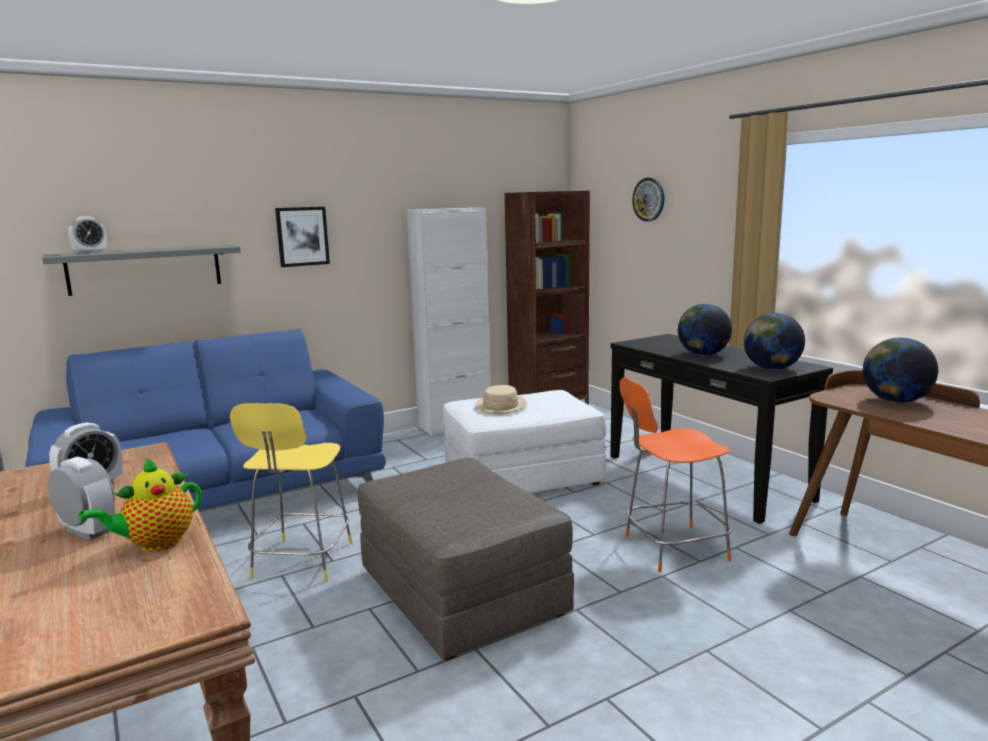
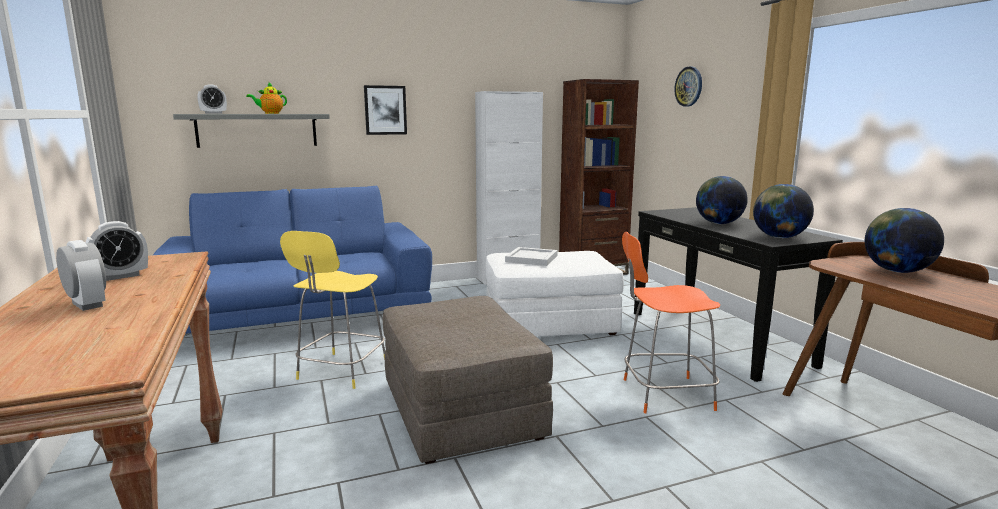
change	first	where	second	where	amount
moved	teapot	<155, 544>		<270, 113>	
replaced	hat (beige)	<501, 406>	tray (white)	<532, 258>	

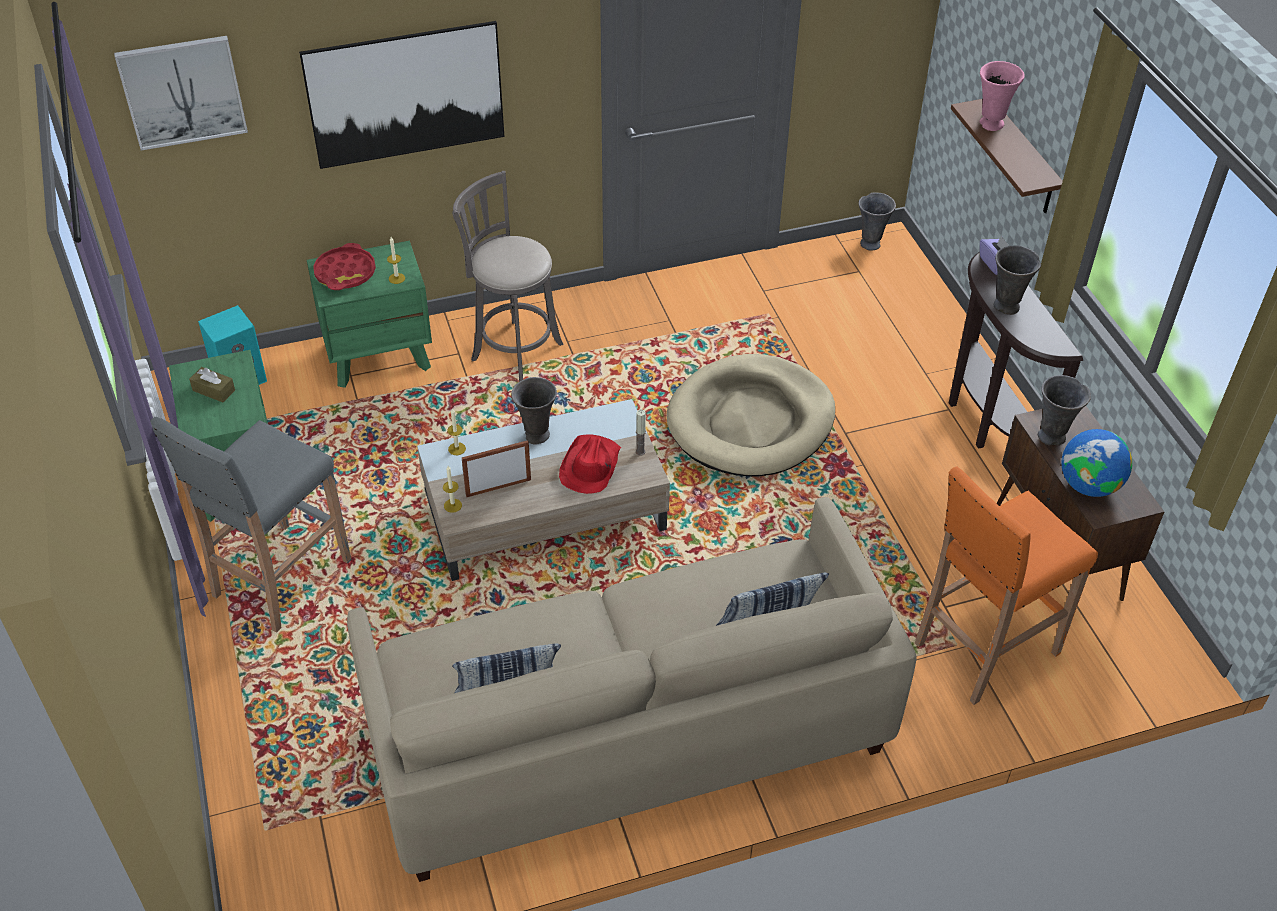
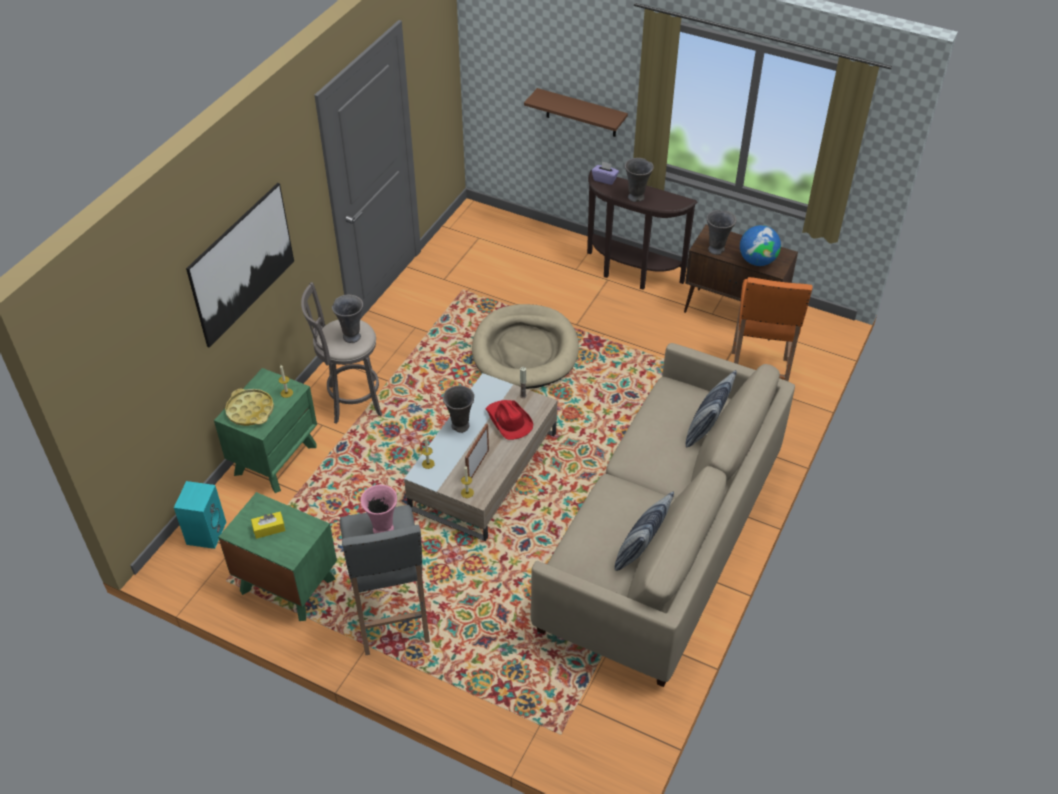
change	first	where	second	where	amount
recoloured	tray (red)	<345, 273>	tray (yellow)	<250, 411>	
recoloured	tissue box (brown)	<214, 390>	tissue box (yellow)	<269, 529>	
moved	vase (grey)	<871, 243>		<352, 336>	
moved	vase (pink)	<991, 124>		<383, 530>	
removed	picture	<182, 91>			

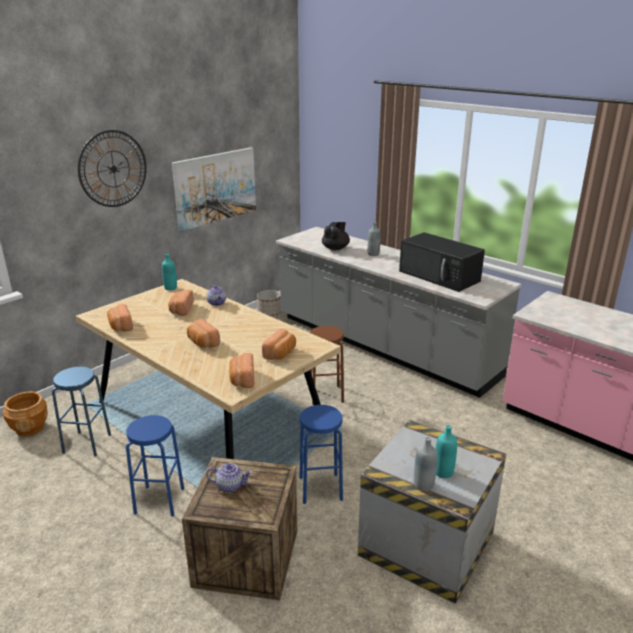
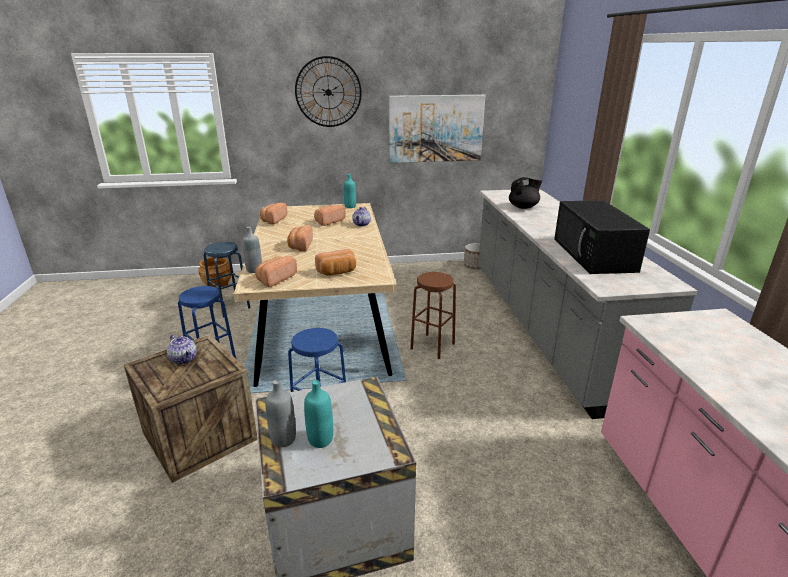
change	first	where	second	where	amount
moved	bottle (grey)	<373, 254>		<254, 270>	

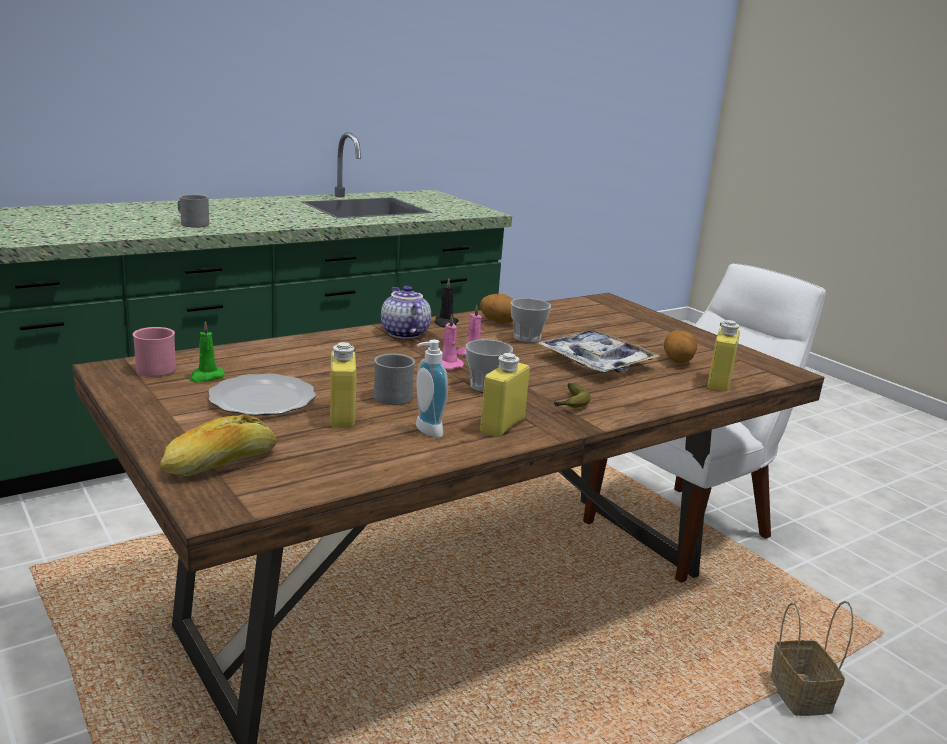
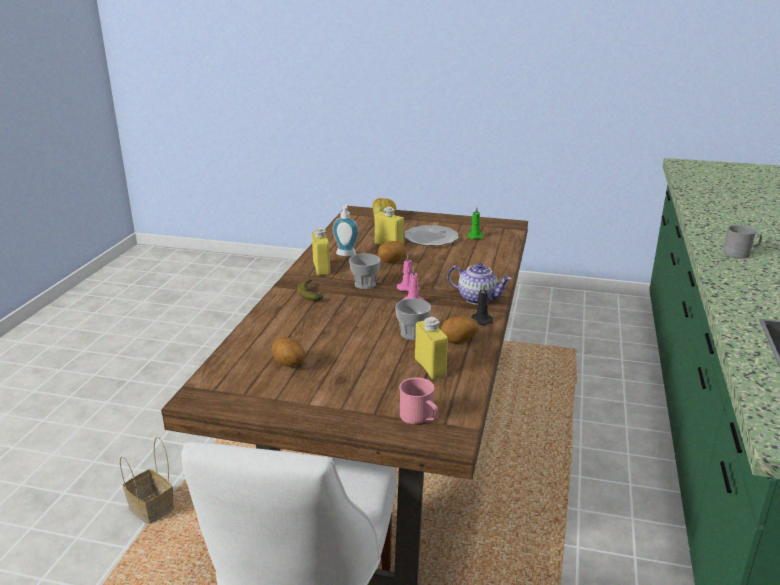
change	first	where	second	where	amount
replaced	mug (grey)	<395, 395>	potato	<391, 262>	
moved	mug (pink)	<158, 367>		<420, 418>	
moved	bottle (yellow)	<719, 382>		<430, 367>	
removed	tray	<596, 362>			

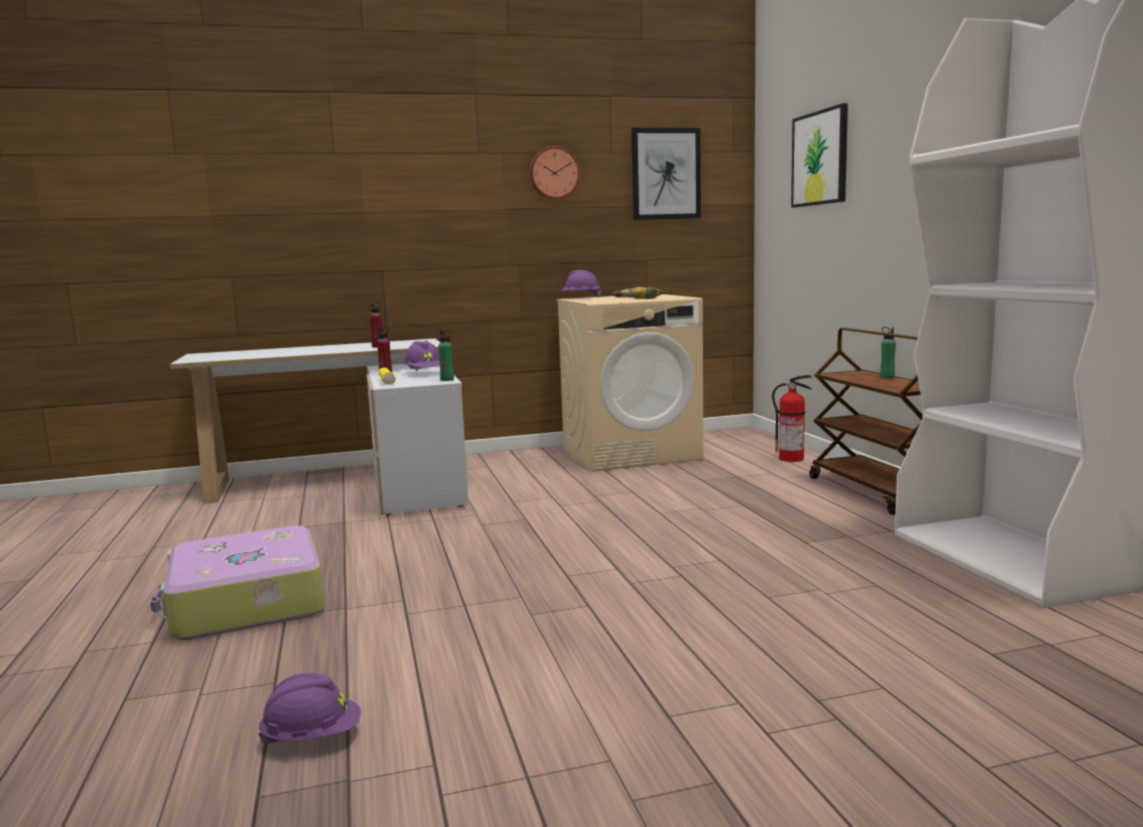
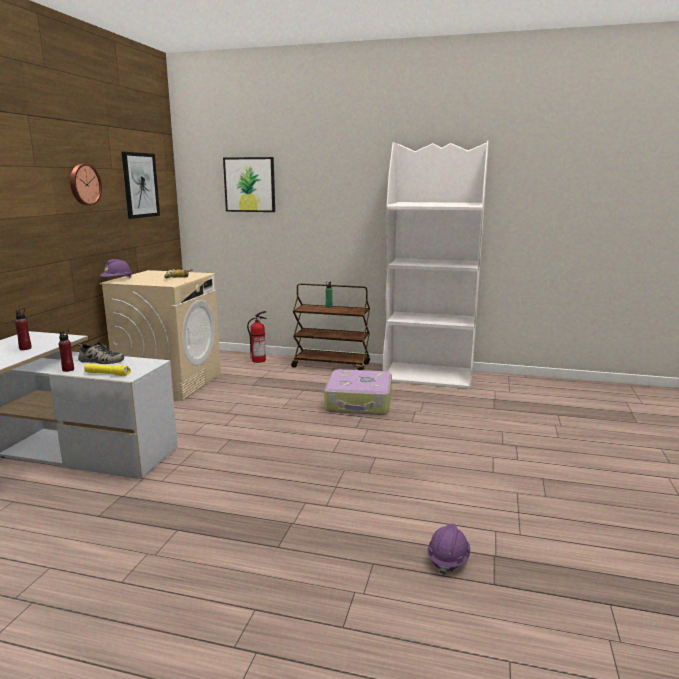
change	first	where	second	where	amount
replaced	hard hat (purple)	<424, 373>	shoe	<100, 361>	
moved	suitcase	<246, 604>		<359, 402>	
removed	bottle (green)	<447, 380>			

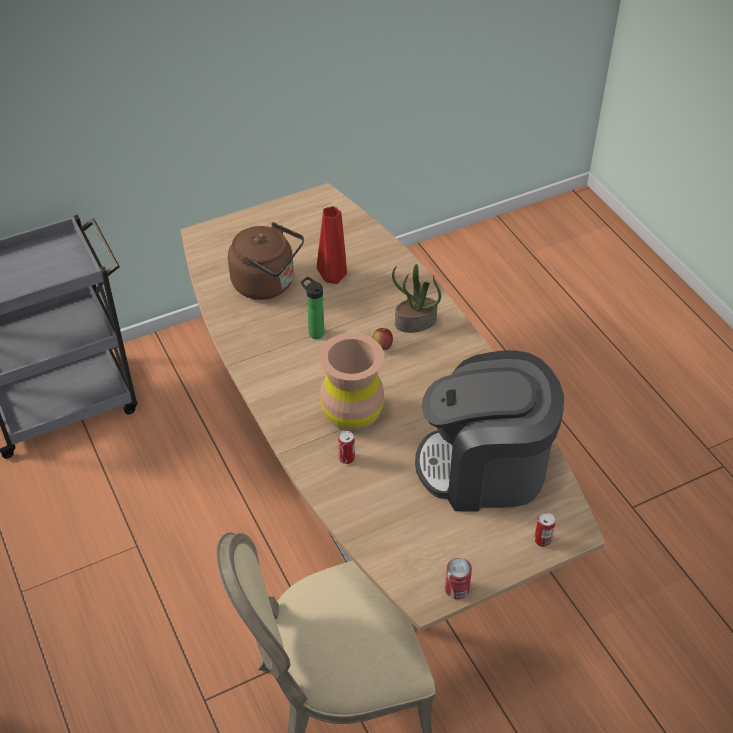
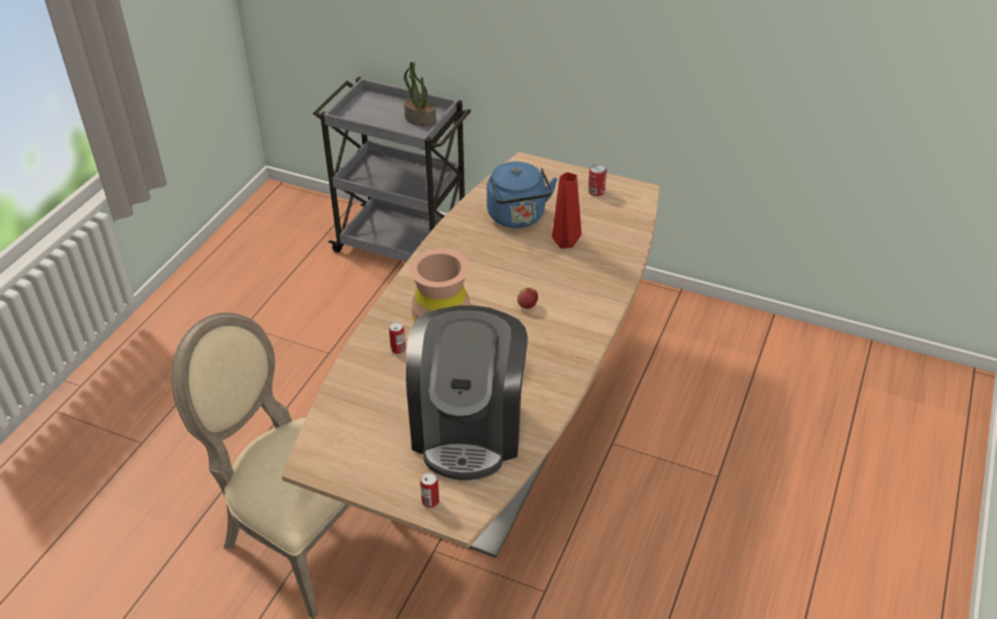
change	first	where	second	where	amount
moved	potted plant	<415, 323>		<419, 120>	
turned	coffee machine	<485, 468>		<468, 428>	135 degrees counterclockwise
recoloured	kettle (brown)	<267, 284>	kettle (blue)	<518, 217>	
moved	can	<456, 589>		<596, 191>	
removed	bottle	<314, 332>			

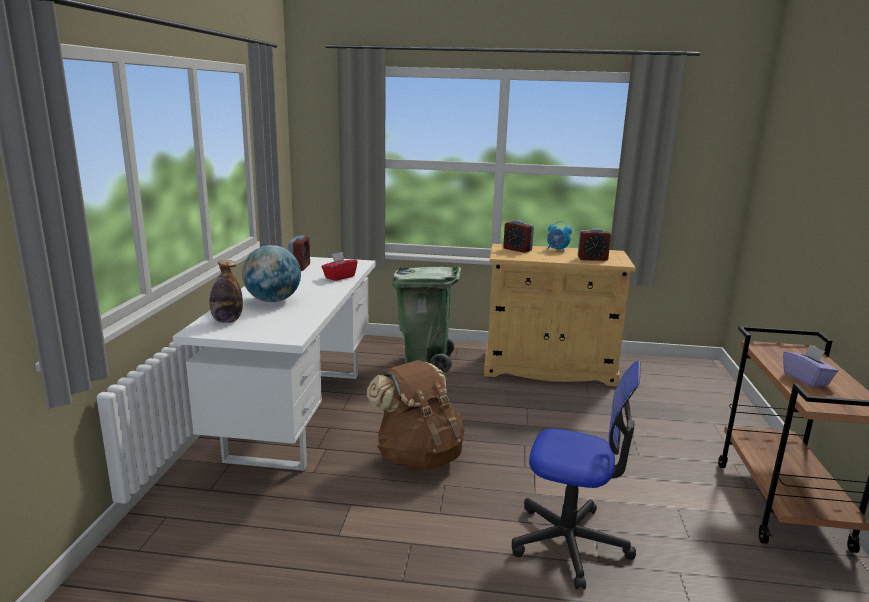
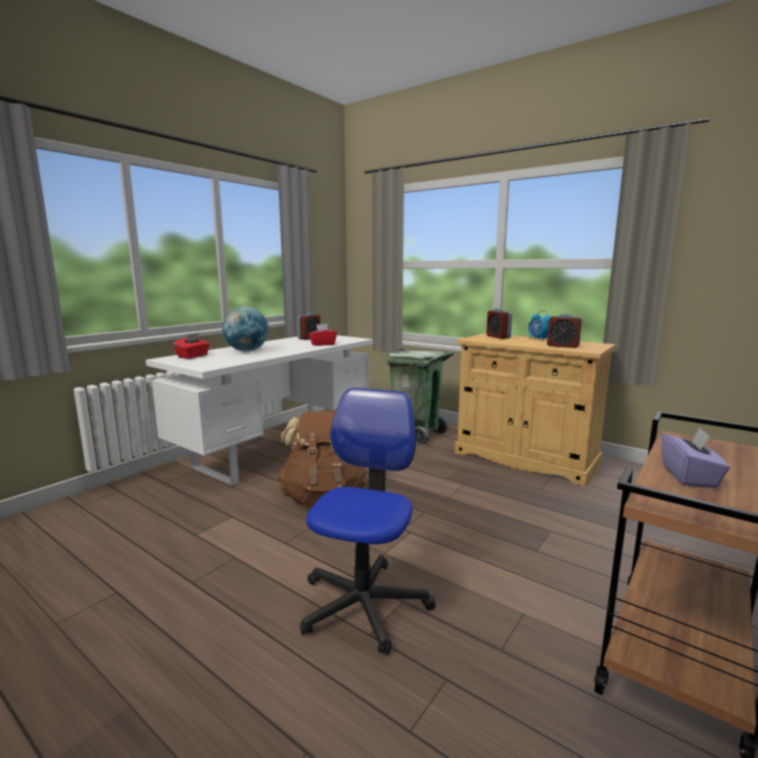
change	first	where	second	where	amount
replaced	bottle	<227, 321>	tissue box (red)	<193, 356>	
turned	office chair	<569, 543>		<363, 605>	120 degrees counterclockwise

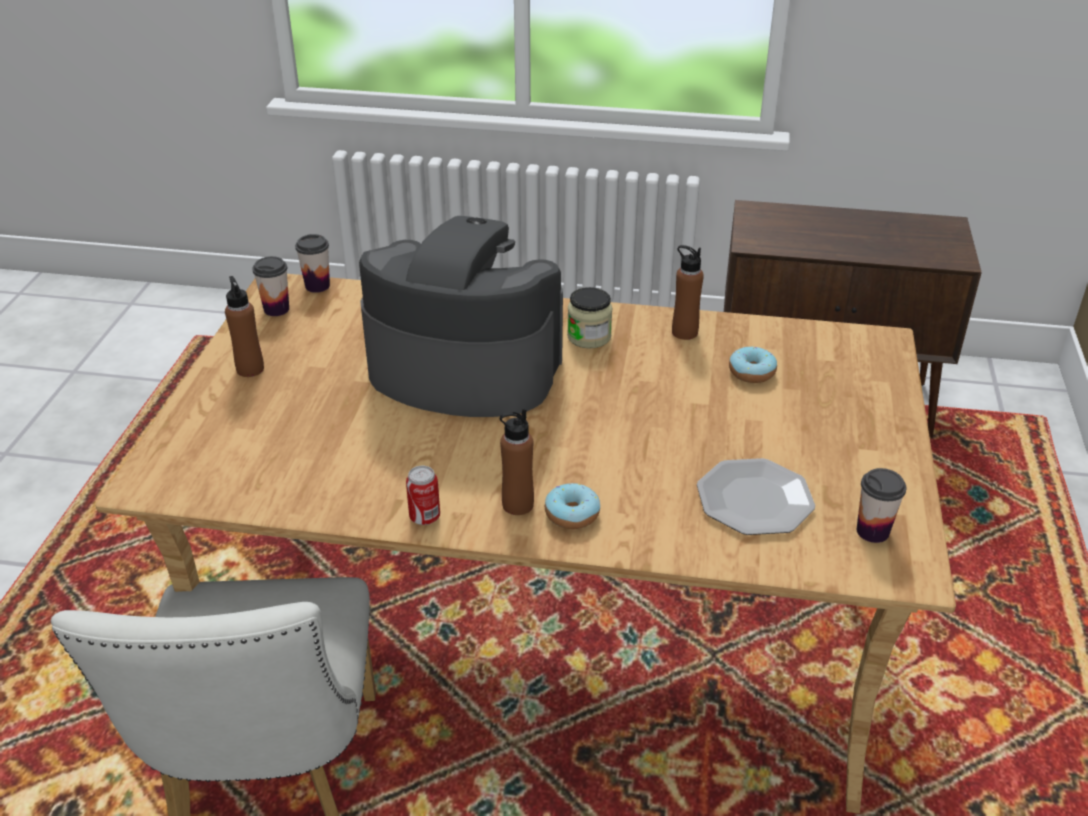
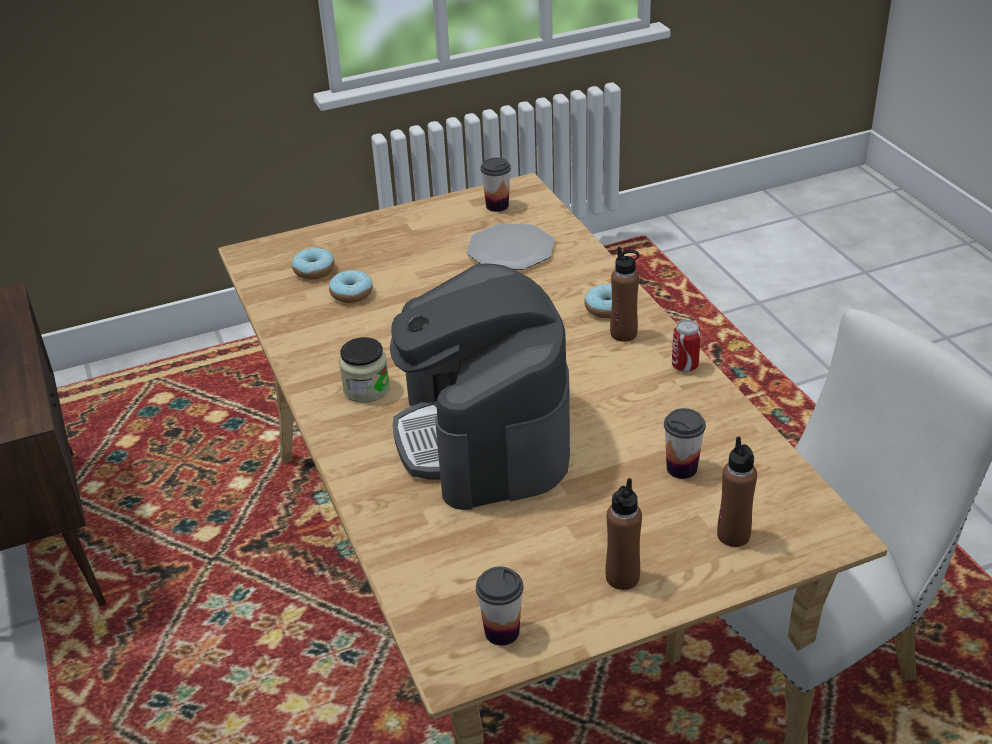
change	first	where	second	where	amount
added			donut	<314, 271>	
moved	cup	<317, 286>		<681, 468>	
moved	bottle (brown)	<684, 332>		<733, 535>	

